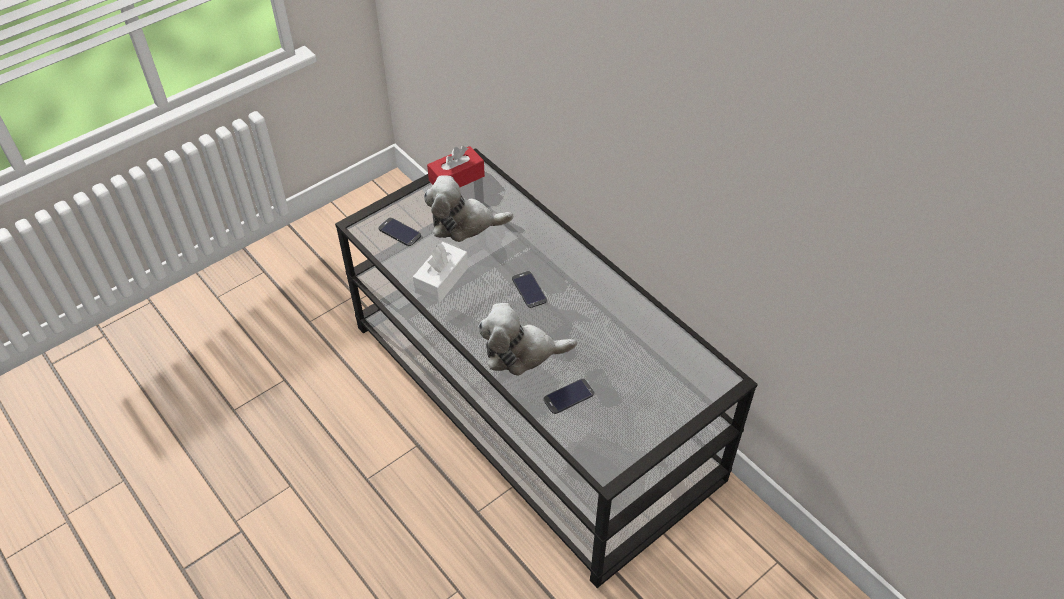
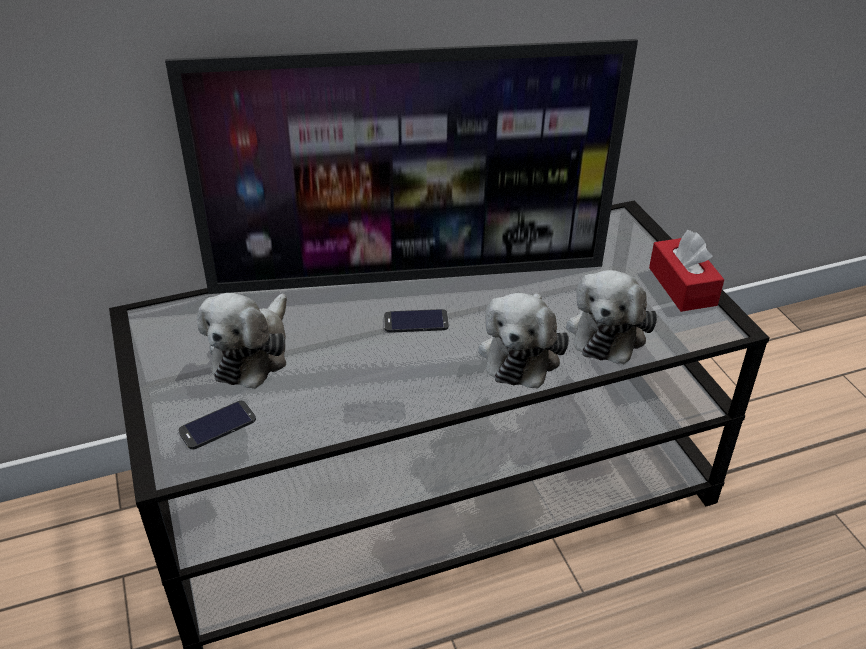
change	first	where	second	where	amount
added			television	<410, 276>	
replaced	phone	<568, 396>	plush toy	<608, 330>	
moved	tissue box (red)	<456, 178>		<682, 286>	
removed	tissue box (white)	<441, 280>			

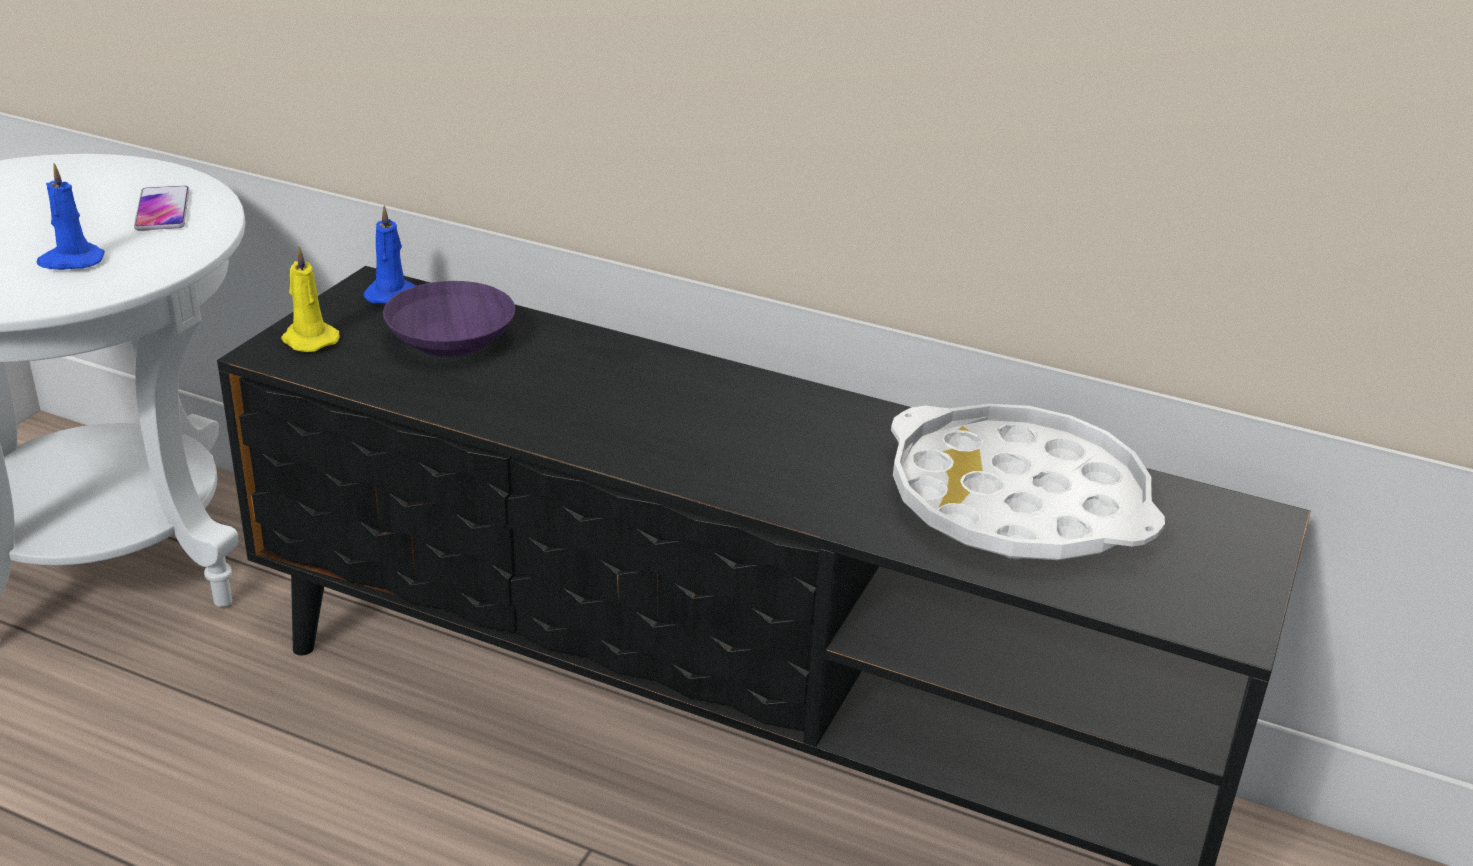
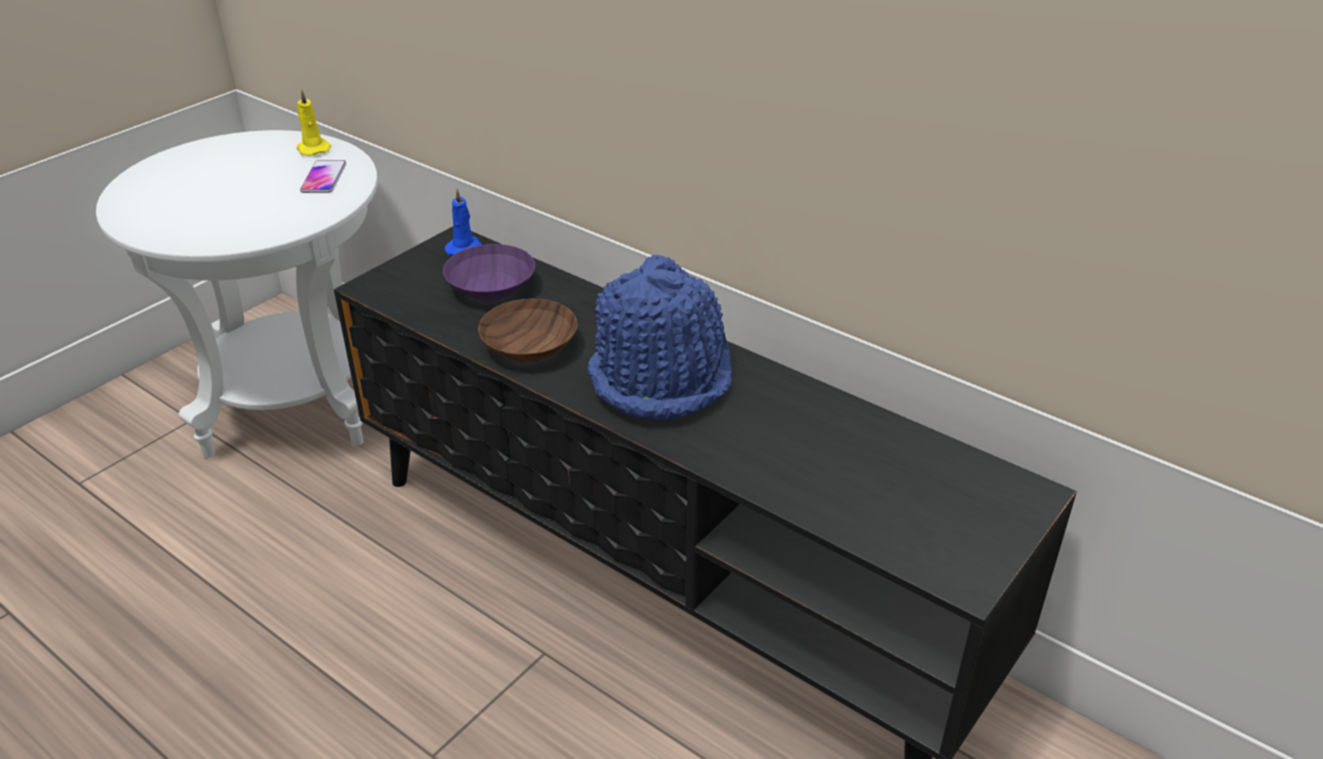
change	first	where	second	where	amount
moved	candle (yellow)	<308, 339>		<313, 149>	
added			bowl (brown)	<528, 348>	
added			hat (blue)	<662, 374>	
removed	candle (blue)	<70, 261>			
removed	tray (white)	<1017, 502>			

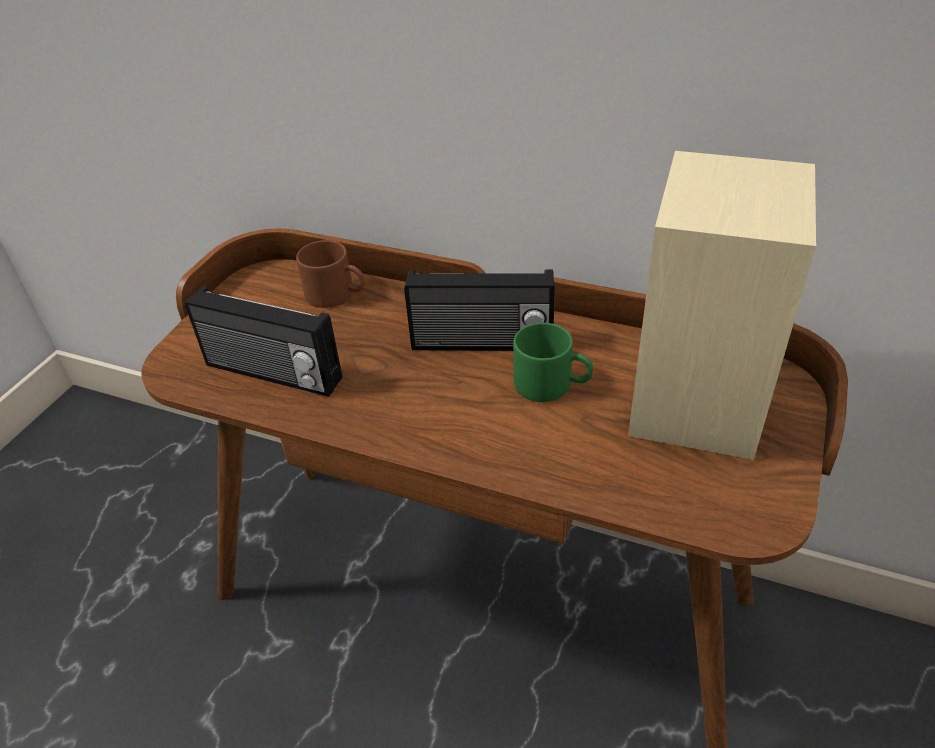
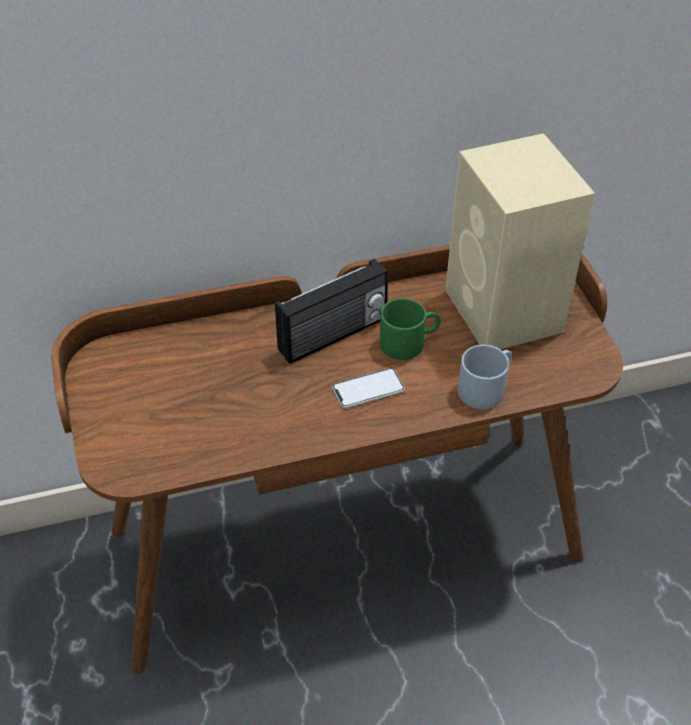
change	first	where	second	where	amount
added			phone	<368, 389>	
added			mug (grey)	<485, 387>	
removed	radio	<272, 374>			
removed	mug (brown)	<337, 294>			

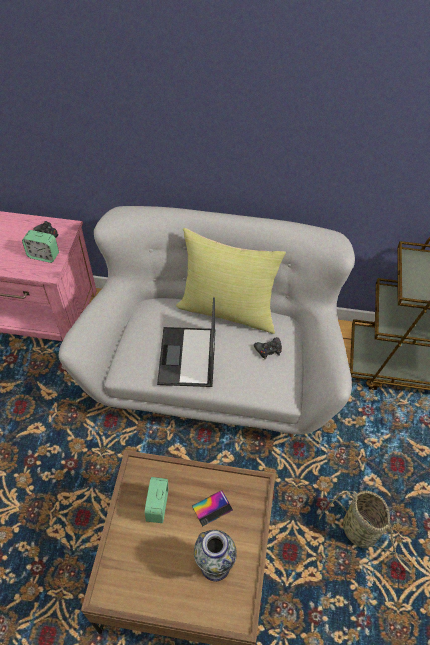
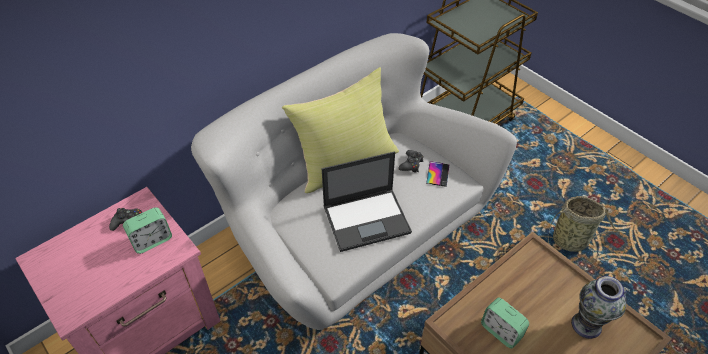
change	first	where	second	where	amount
turned	laptop	<187, 358>		<367, 219>	60 degrees counterclockwise
moved	phone	<212, 508>		<438, 174>	

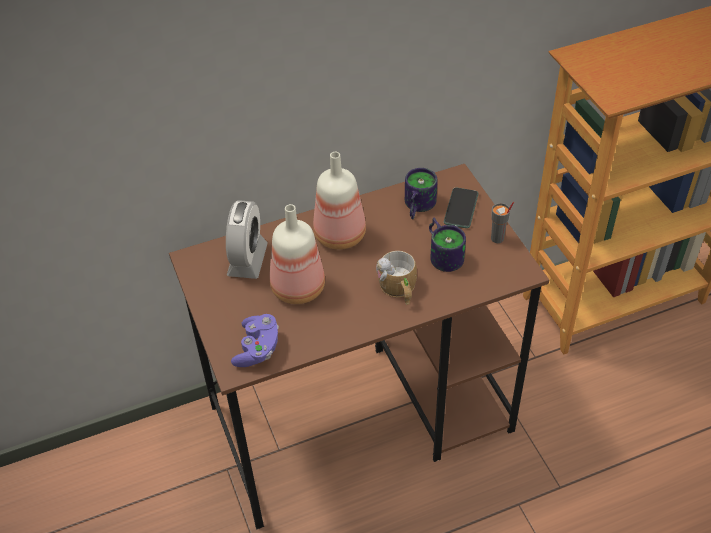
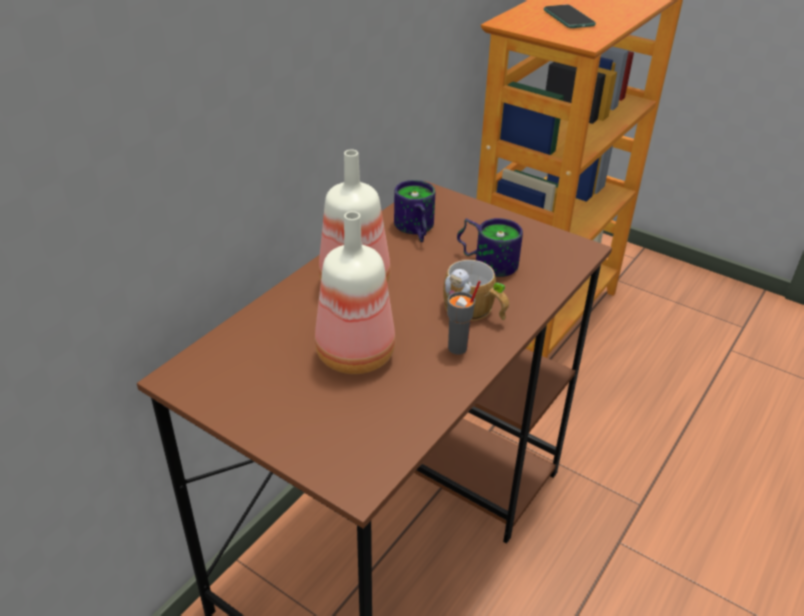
change	first	where	second	where	amount
moved	cup (grey)	<497, 239>		<458, 348>	
moved	phone	<461, 208>		<568, 18>	
removed	alarm clock	<247, 260>			
removed	game controller (purple)	<257, 349>			

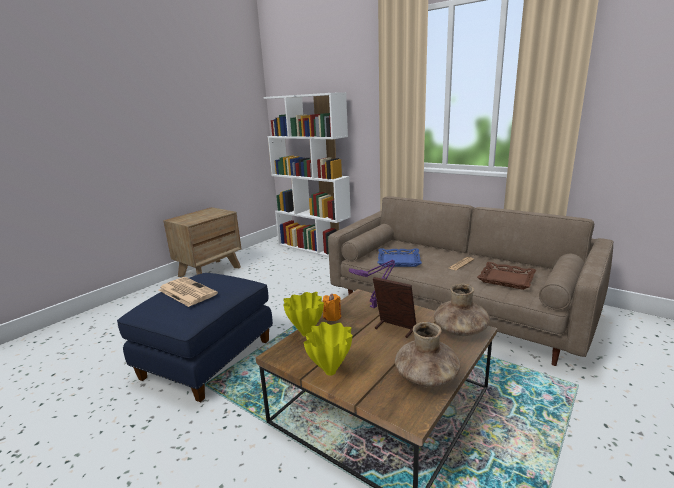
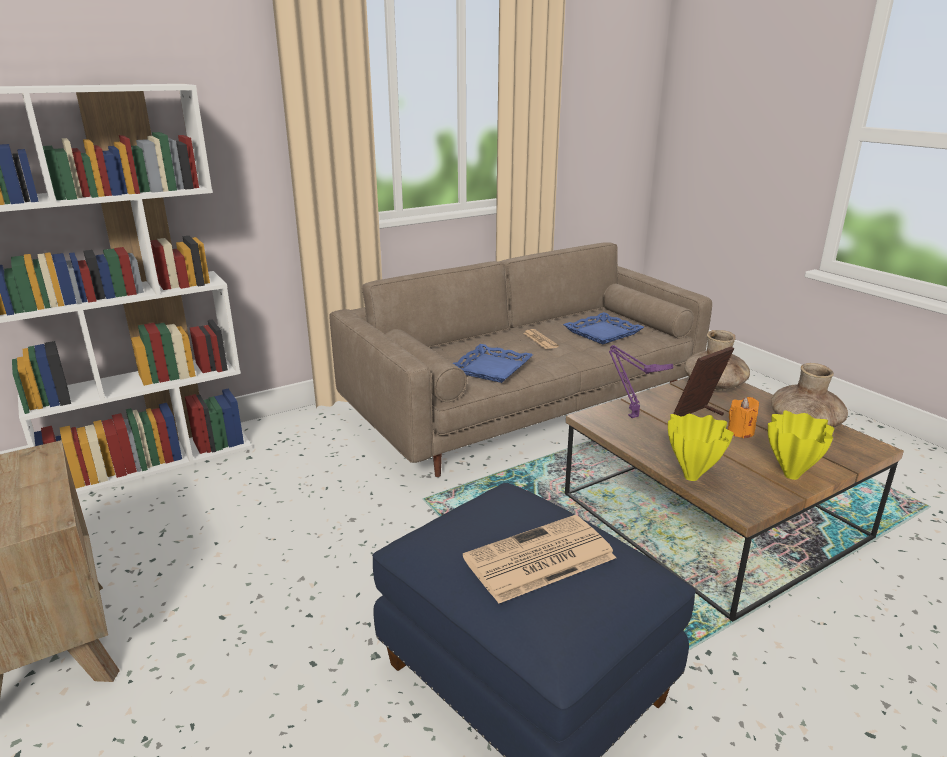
change	first	where	second	where	amount
recoloured	tray (brown)	<506, 279>	tray (blue)	<602, 333>	
moved	candle (orange)	<332, 317>		<740, 432>	

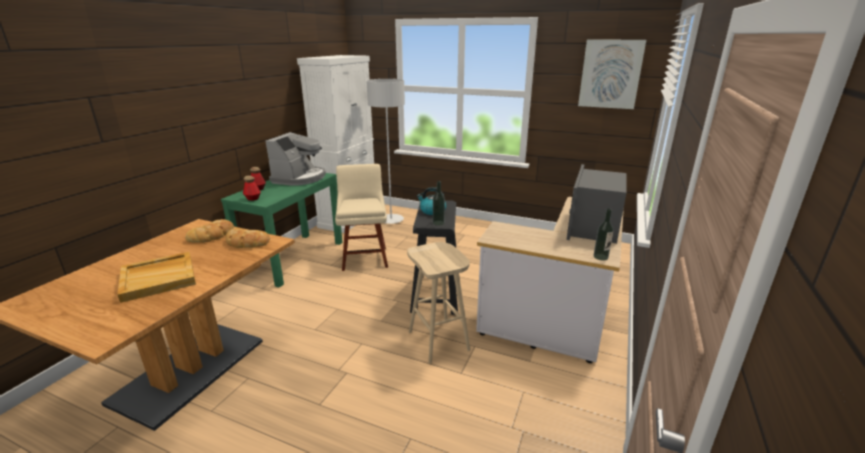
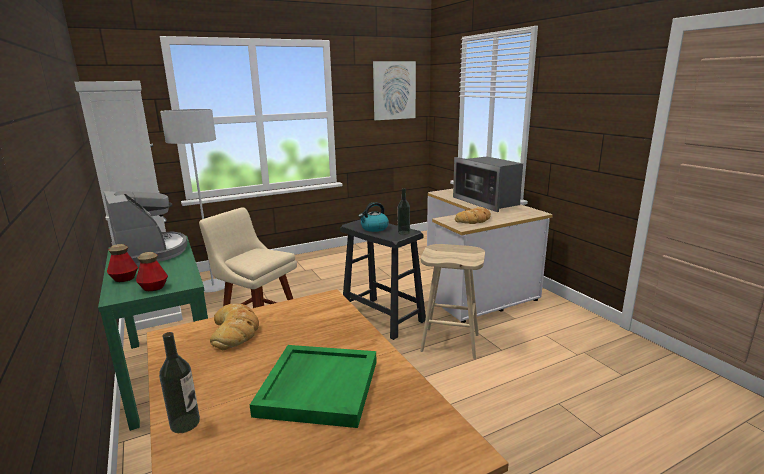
change	first	where	second	where	amount
moved	bottle	<600, 257>		<185, 423>	
recoloured	tray (beige)	<159, 278>	tray (green)	<318, 386>	
moved	bread	<246, 242>		<474, 220>	

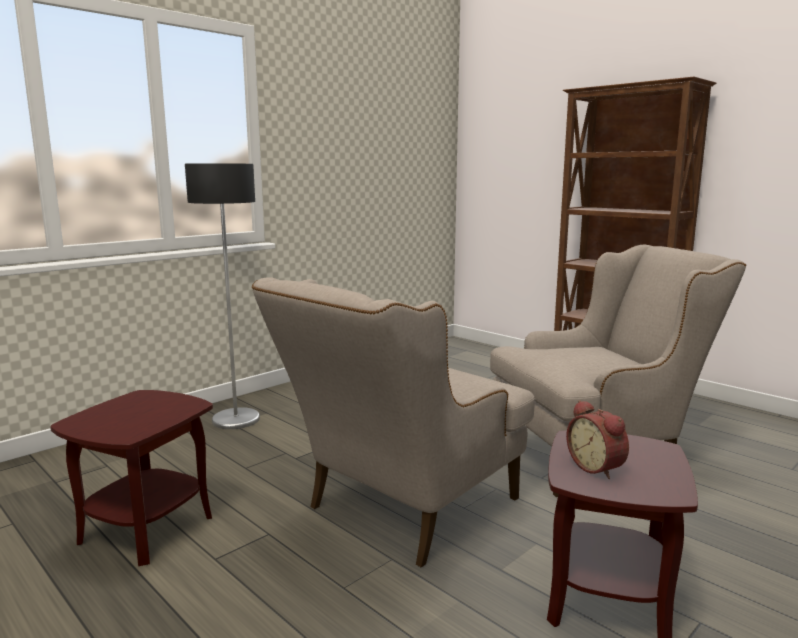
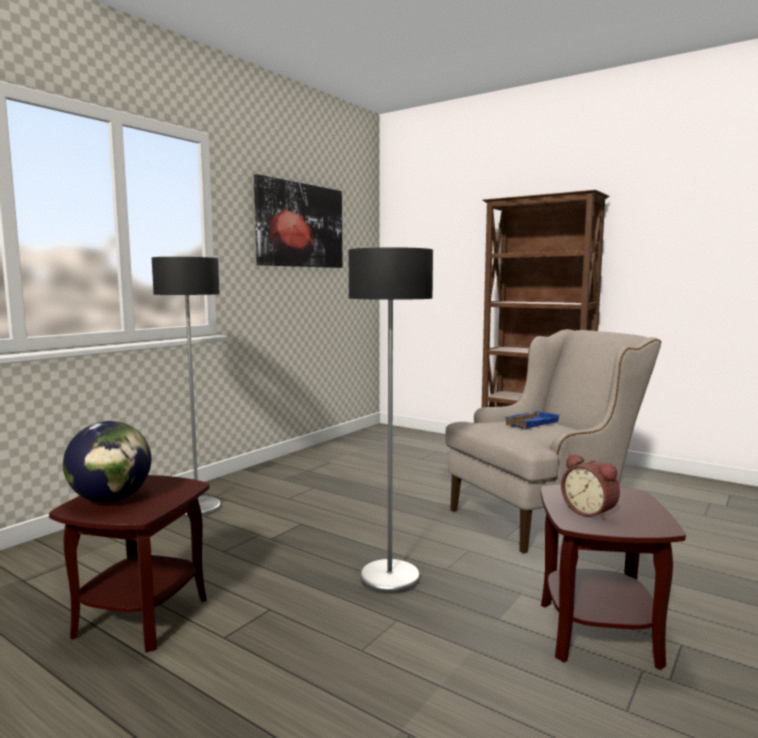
change	first	where	second	where	amount
added			globe	<111, 499>	
added			picture	<300, 225>	
replaced	armchair (beige)	<400, 511>	floor lamp	<389, 578>	
added			tray (blue)	<530, 423>	

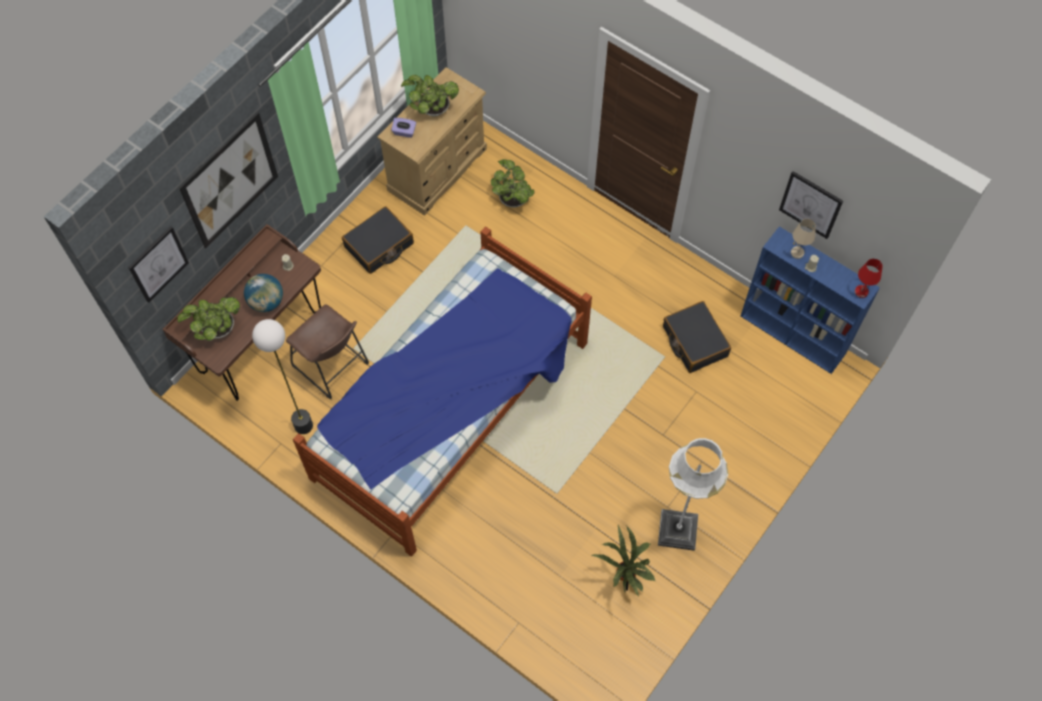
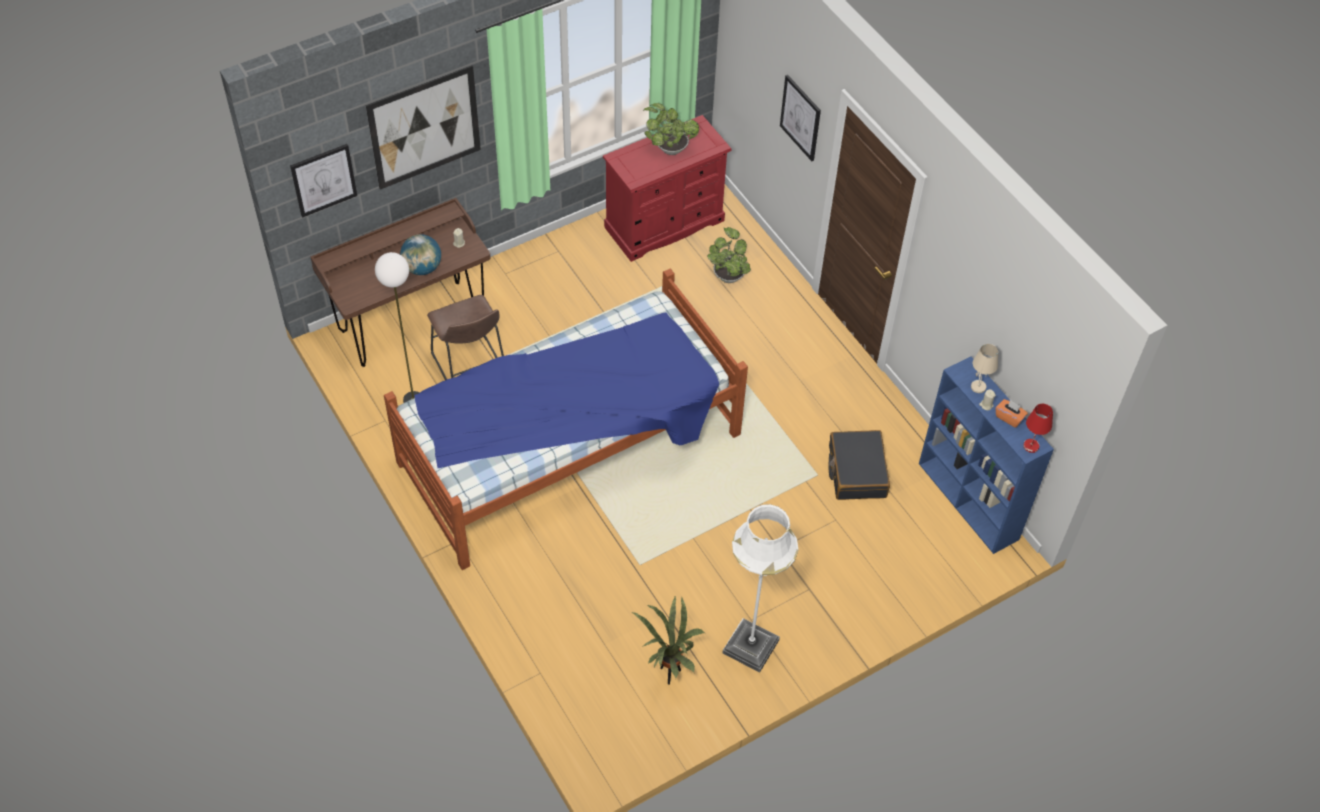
change	first	where	second	where	amount
recoloured	dresser (beige)	<437, 169>	dresser (red)	<664, 224>	
moved	picture	<811, 204>		<800, 117>	
added			tissue box (orange)	<1009, 417>	
removed	potted plant	<217, 330>			
removed	suitcase (black)	<379, 245>			
removed	tissue box (purple)	<404, 132>			

